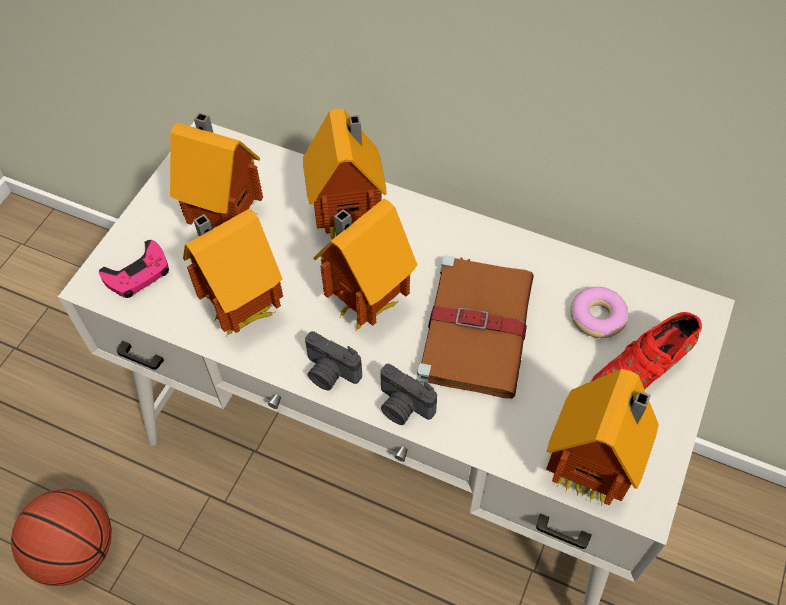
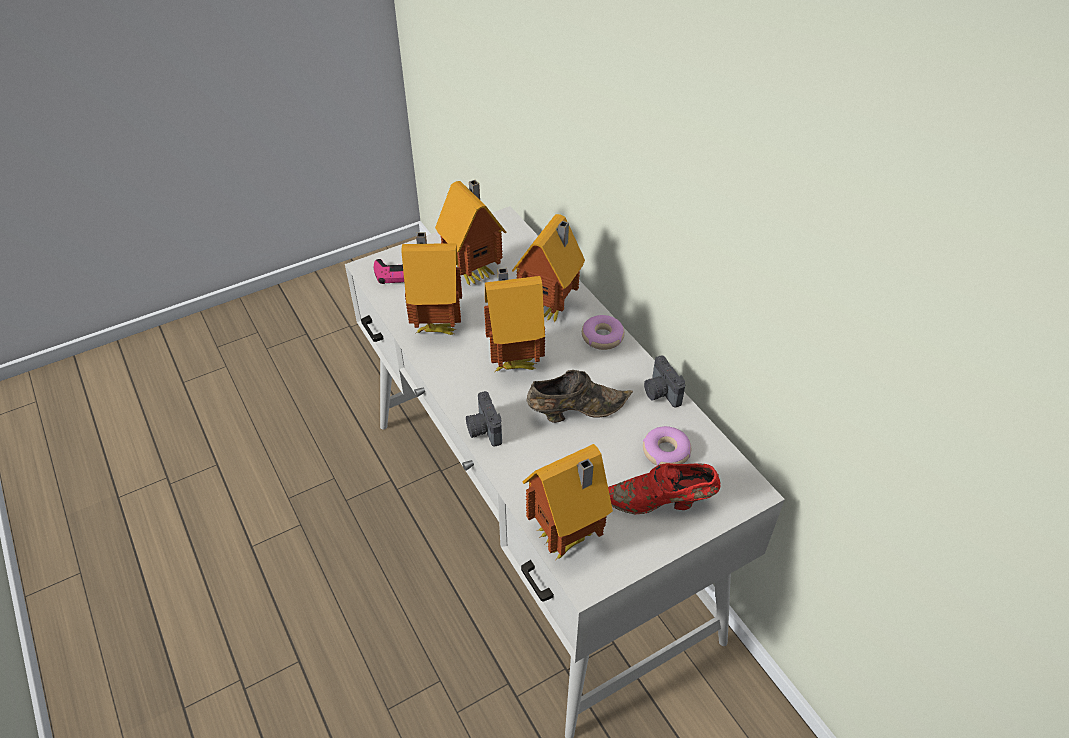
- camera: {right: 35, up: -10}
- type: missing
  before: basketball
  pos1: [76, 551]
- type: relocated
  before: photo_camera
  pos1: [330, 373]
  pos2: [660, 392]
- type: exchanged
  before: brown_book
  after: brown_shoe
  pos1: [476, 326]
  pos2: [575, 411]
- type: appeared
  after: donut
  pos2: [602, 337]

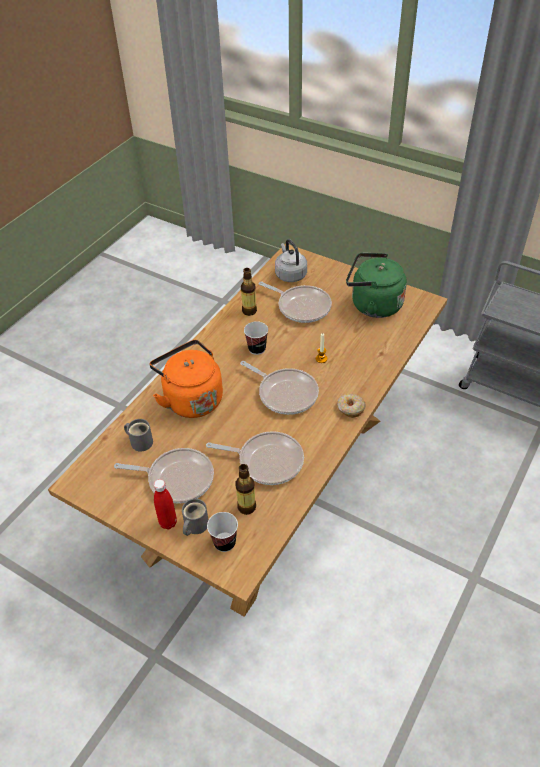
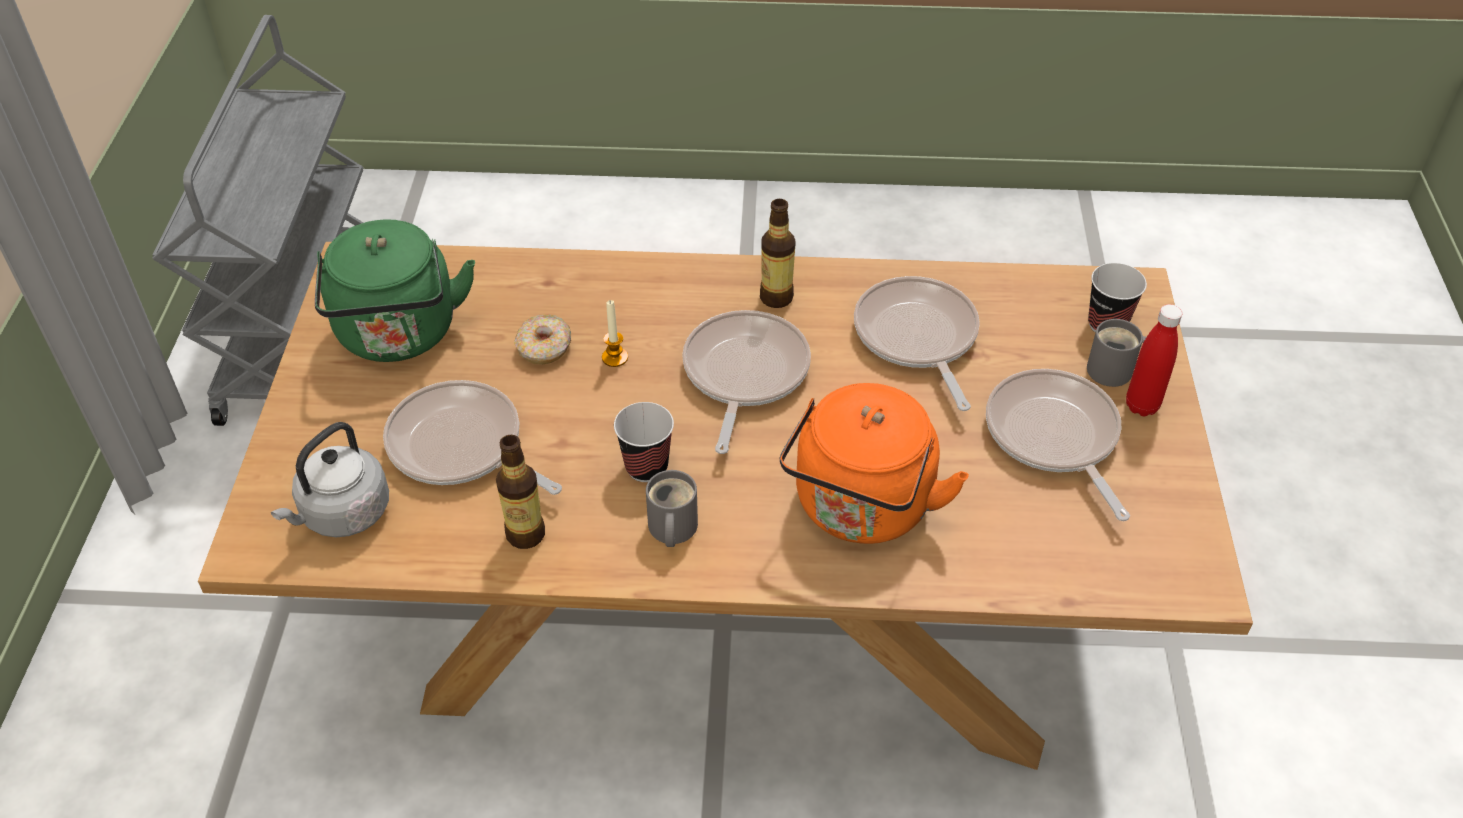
- camera: {right: -120, up: 0}
- type: relocated
  before: grey_mug
  pos1: [140, 441]
  pos2: [670, 529]
- type: relocated
  before: bottle
  pos1: [246, 507]
  pos2: [776, 298]
- type: spun
  before: frying_pan
  pos1: [301, 306]
  pos2: [461, 447]
  turn: -60
- type: relocated
  before: donut
  pos1: [350, 408]
  pos2: [544, 348]

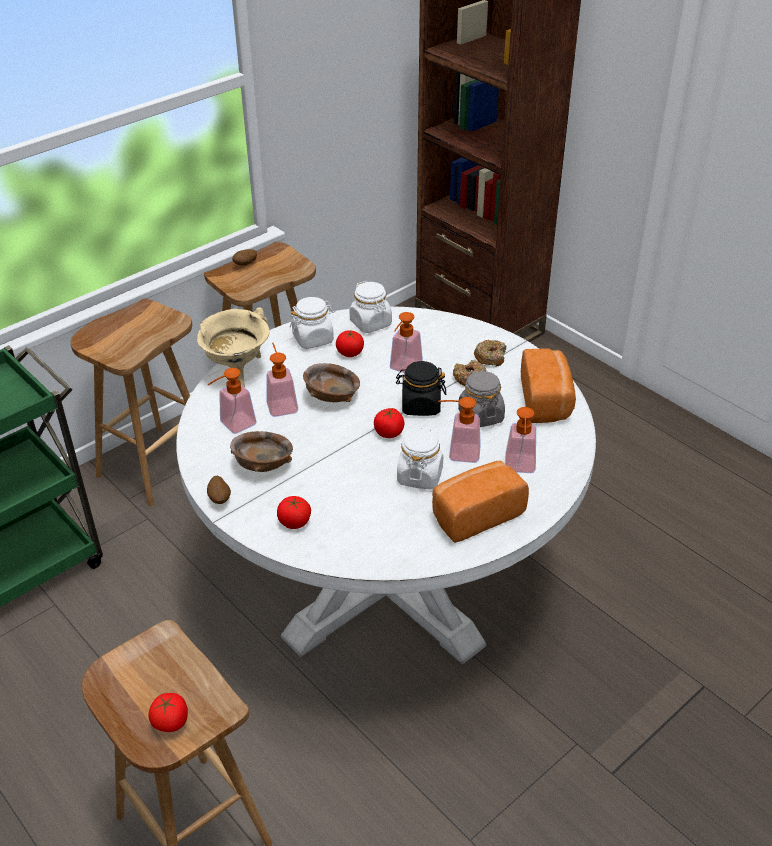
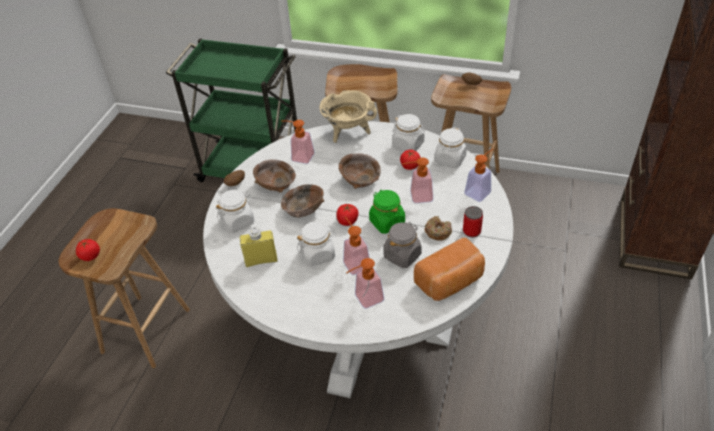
- camera: {right: 60, up: 5}
- type: relocated
  before: soap_dispenser
  pos1: [281, 404]
  pos2: [480, 191]
- type: exchanged
  before: tomato
  after: white_jar
  pos1: [294, 522]
  pos2: [238, 221]
- type: colour
  before: black_jar
  after: green_jar
  pos1: [420, 405]
  pos2: [387, 222]
- type: missing
  before: bread
  pos1: [475, 514]
- type: exchanged
  before: donut
  after: can
  pos1: [490, 357]
  pos2: [471, 231]
- type: appeared
  after: yellow_bottle
  pos2: [261, 260]
- type: appeared
  after: brown_bowl
  pos2: [304, 209]

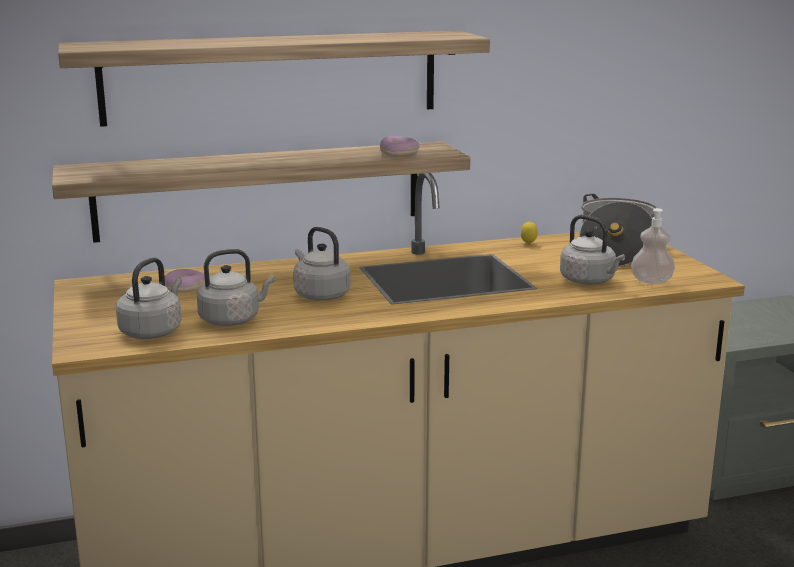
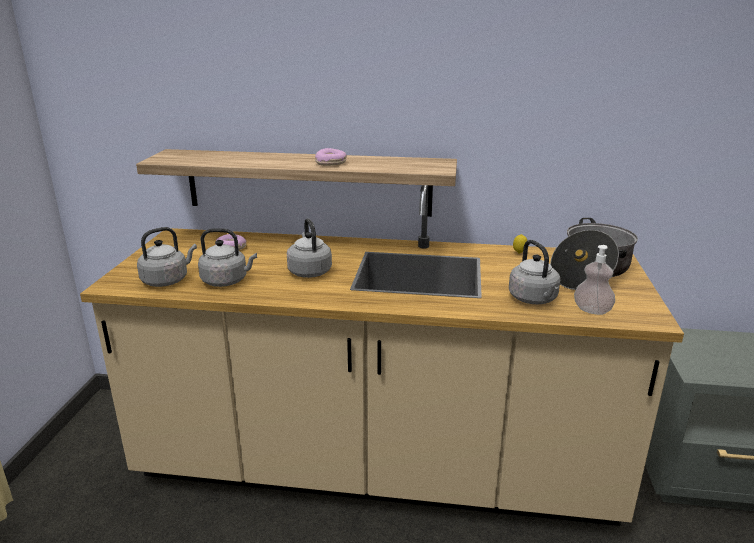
- camera: {right: 25, up: 5}
- type: missing
  before: shelf
  pos1: [272, 77]
- type: relocated
  before: donut
  pos1: [399, 153]
  pos2: [331, 163]

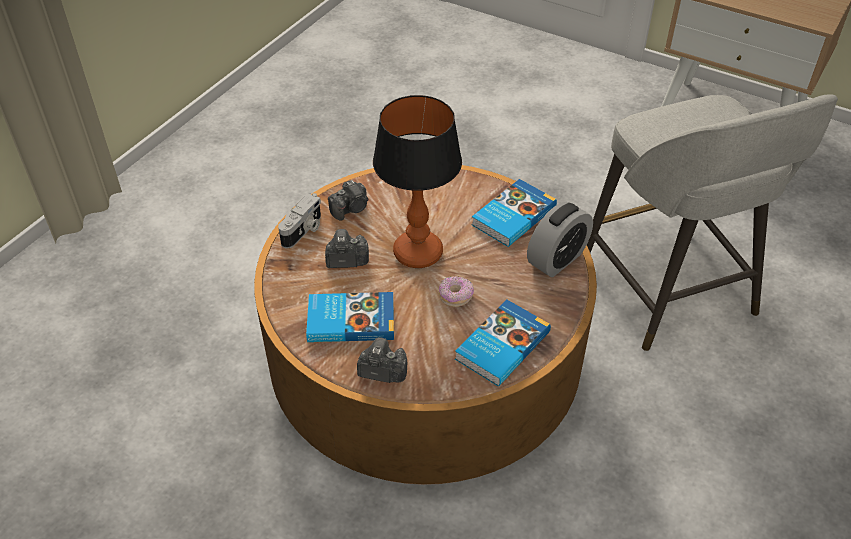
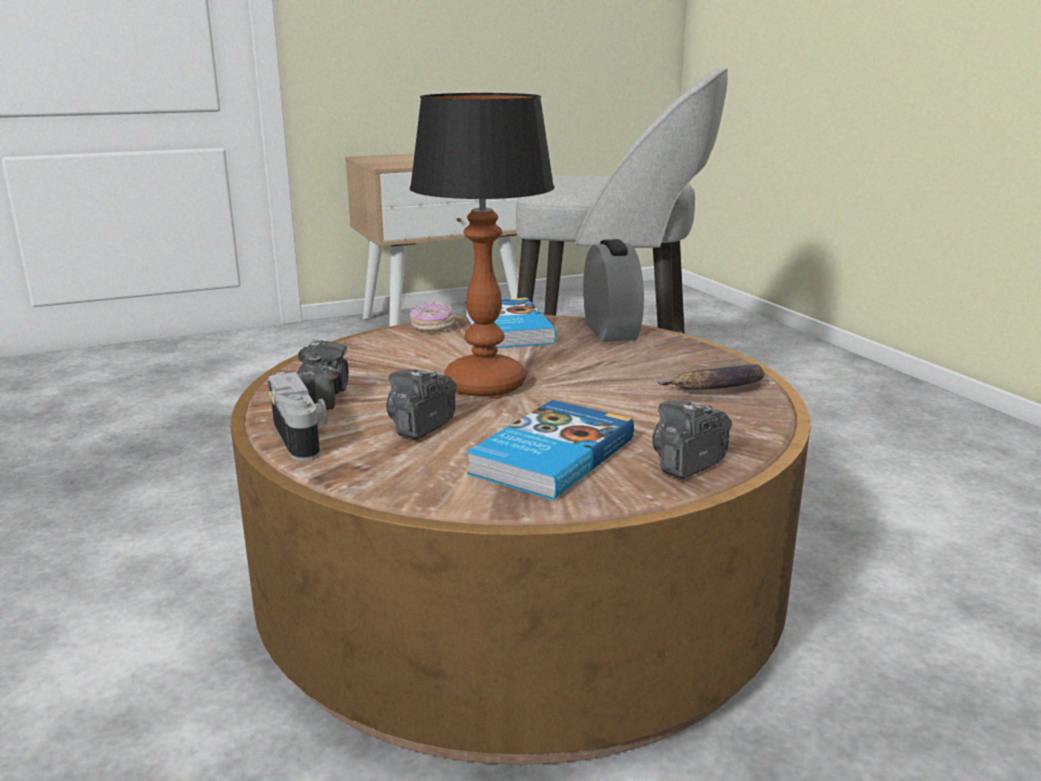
- camera: {right: -55, up: -25}
- type: relocated
  before: donut
  pos1: [455, 297]
  pos2: [432, 327]
- type: exchanged
  before: book
  after: banana
  pos1: [500, 345]
  pos2: [718, 388]

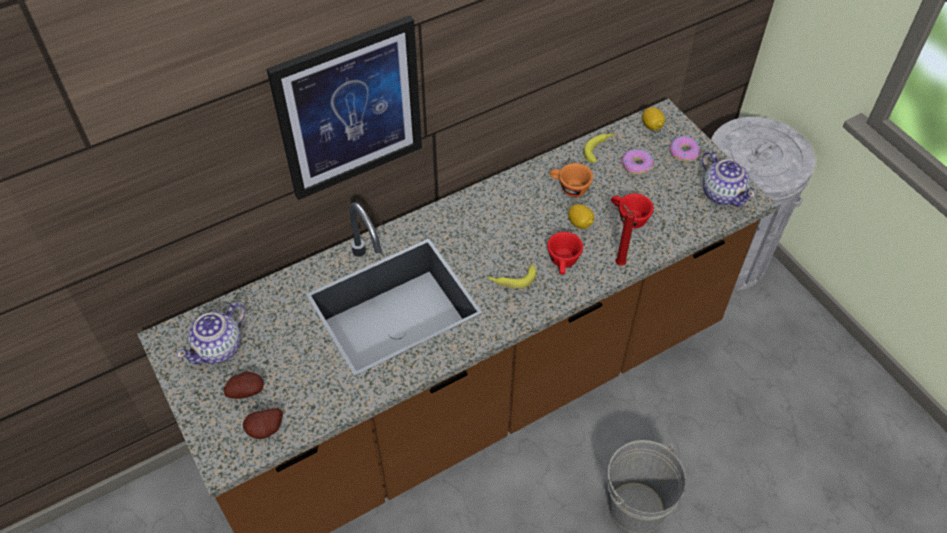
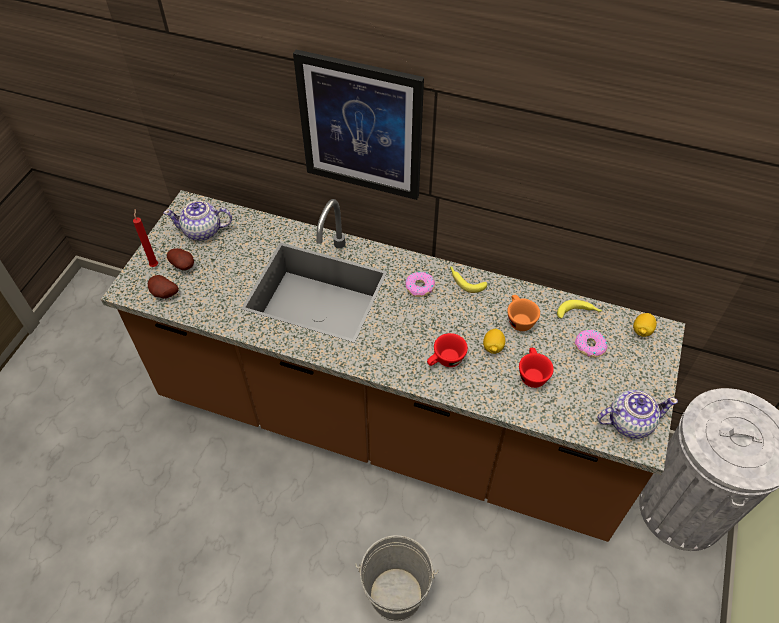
- camera: {right: 50, up: 0}
- type: relocated
  before: banana
  pos1: [511, 279]
  pos2: [465, 281]
- type: relocated
  before: red_candle
  pos1: [618, 263]
  pos2: [154, 264]
- type: relocated
  before: donut
  pos1: [684, 152]
  pos2: [419, 287]
- type: spun
  before: teapot
  pos1: [722, 193]
  pos2: [629, 422]
  turn: -120

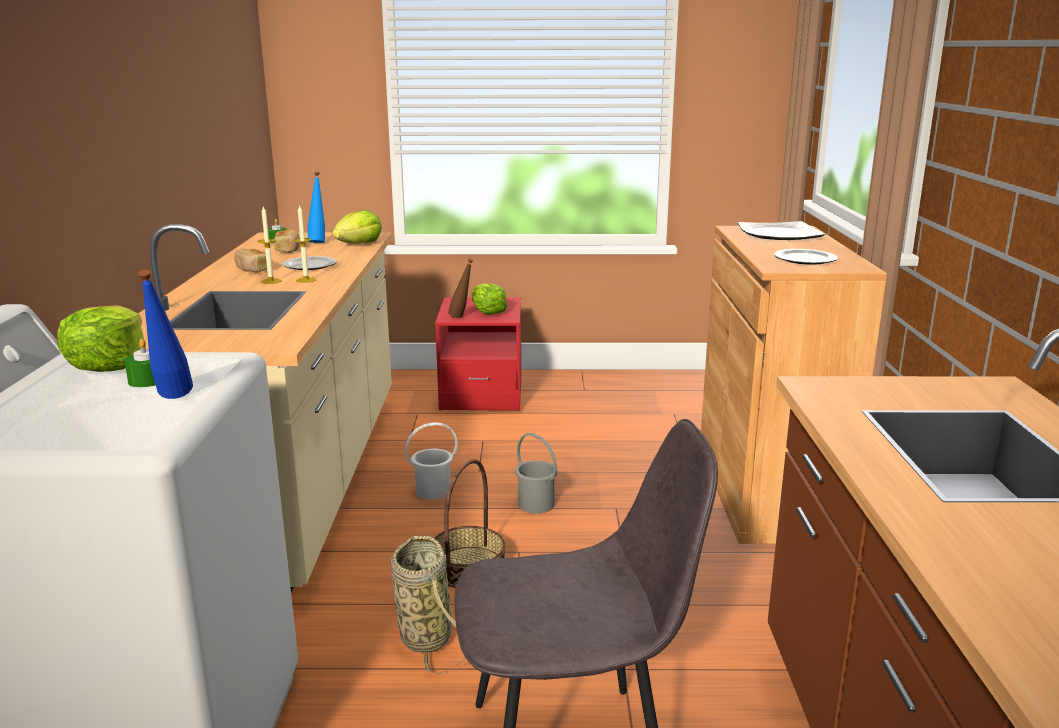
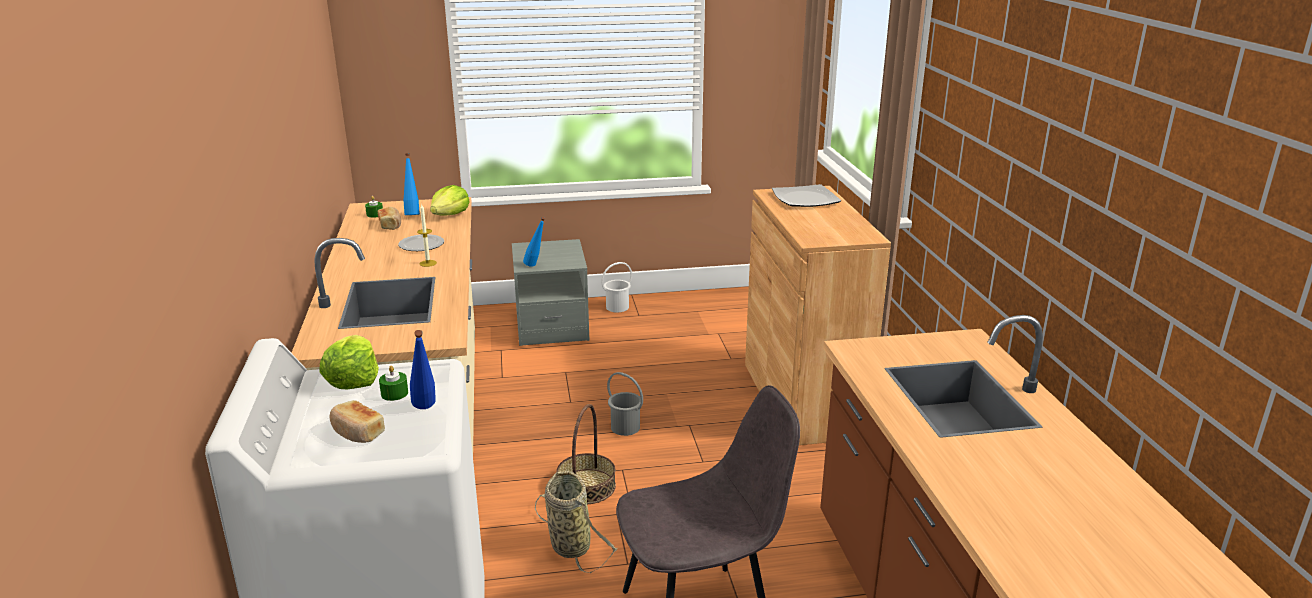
- camera: {right: -10, up: 5}
- type: relocated
  before: bread
  pos1: [252, 269]
  pos2: [357, 432]
- type: missing
  before: candle
  pos1: [271, 281]
- type: relocated
  before: white_bucket
  pos1: [433, 491]
  pos2: [617, 307]
- type: colour
  before: red_nightstand
  after: grey_nightstand
  pos1: [482, 395]
  pos2: [552, 327]
- type: colour
  before: brown_bottle
  after: blue_bottle
  pos1: [462, 318]
  pos2: [536, 266]
- type: missing
  before: lettuce
  pos1: [487, 311]
- type: missing
  before: plate
  pos1: [804, 259]

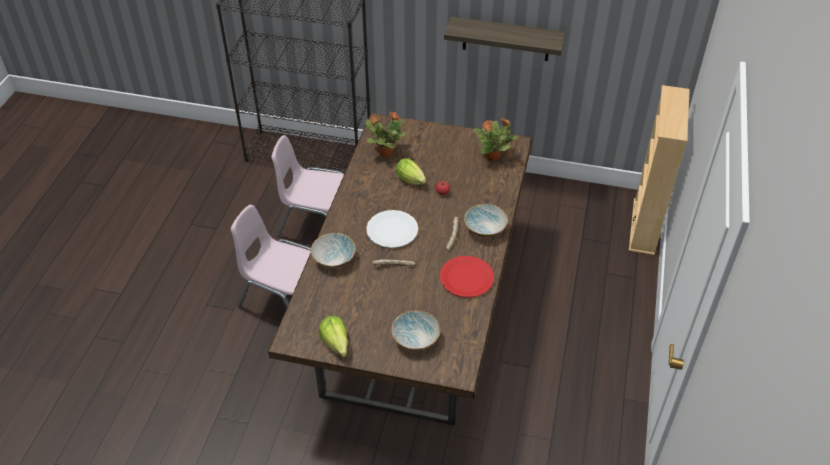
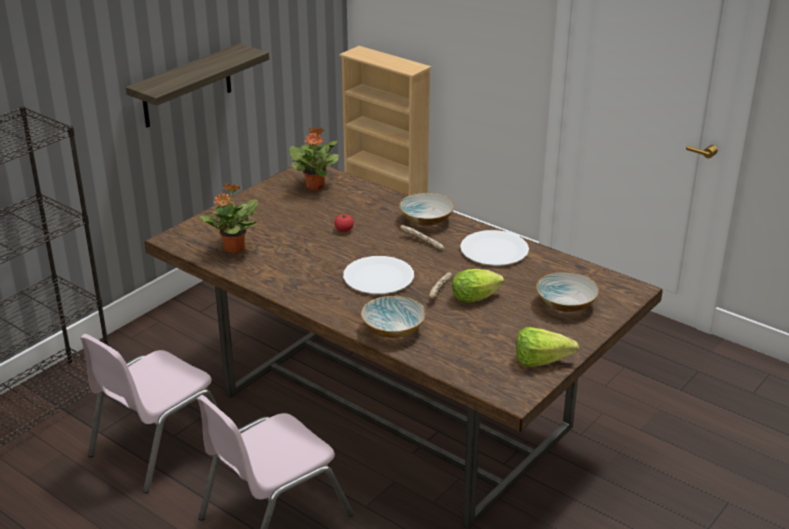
- camera: {right: -65, up: -15}
- type: relocated
  before: lettuce
  pos1: [412, 181]
  pos2: [477, 297]
- type: colour
  before: red_plate
  after: white_plate
  pos1: [467, 278]
  pos2: [494, 250]

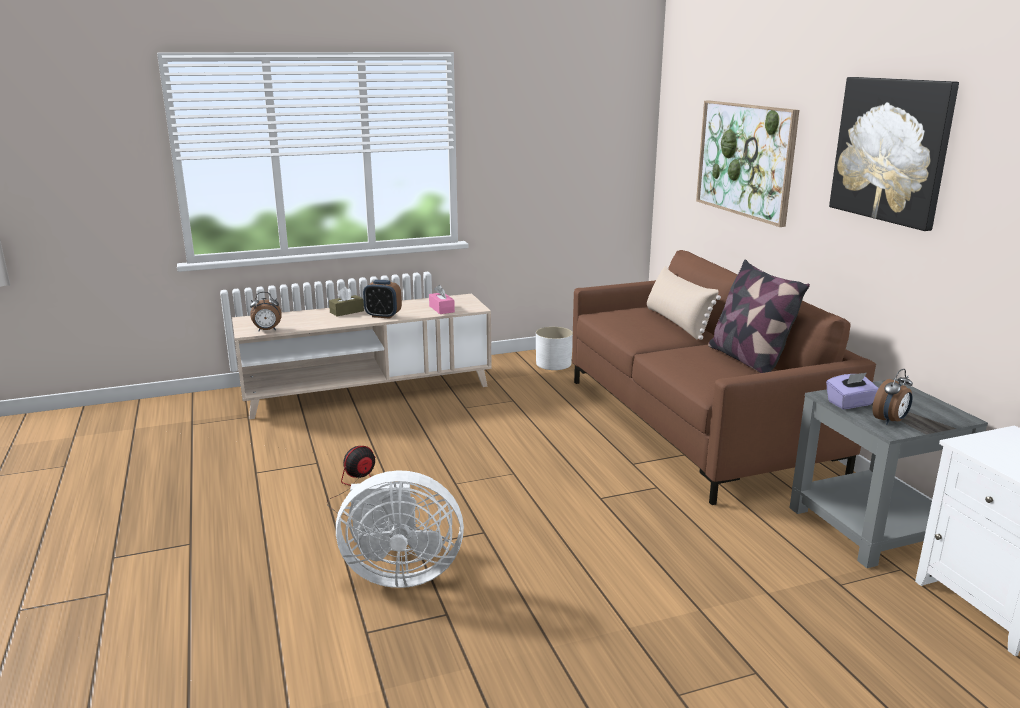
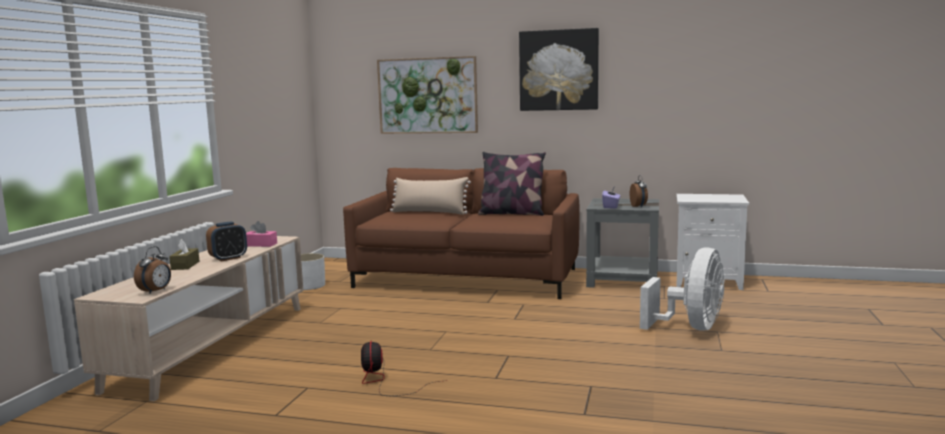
- camera: {right: -55, up: -10}
- type: relocated
  before: white_fan
  pos1: [399, 573]
  pos2: [691, 327]

